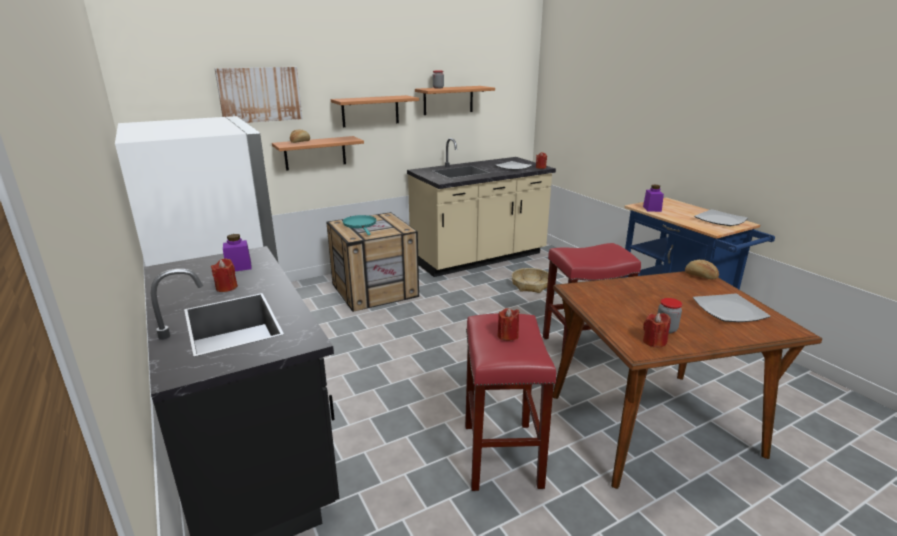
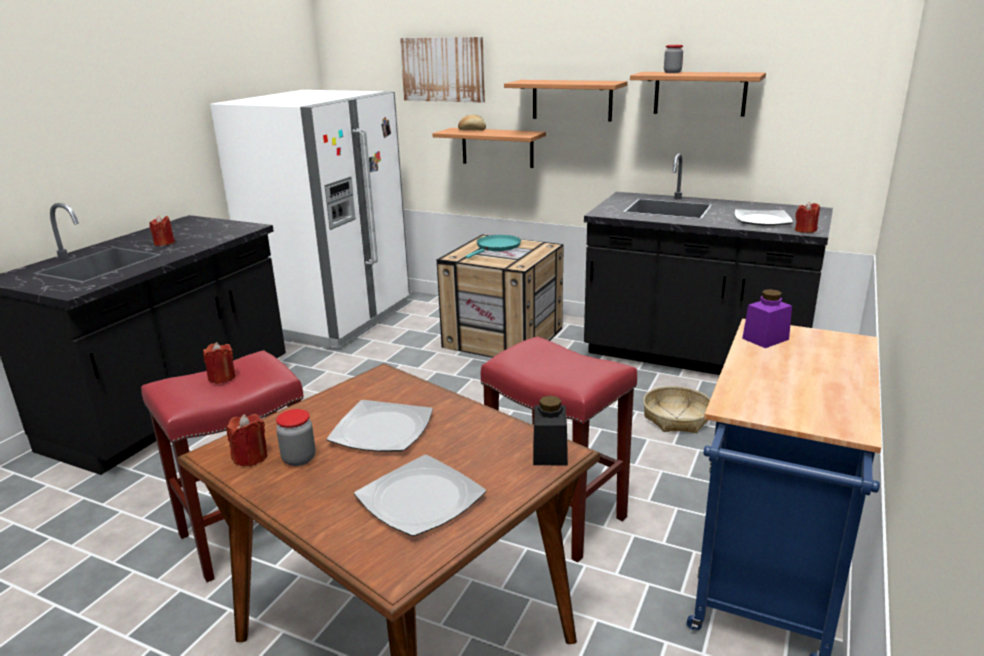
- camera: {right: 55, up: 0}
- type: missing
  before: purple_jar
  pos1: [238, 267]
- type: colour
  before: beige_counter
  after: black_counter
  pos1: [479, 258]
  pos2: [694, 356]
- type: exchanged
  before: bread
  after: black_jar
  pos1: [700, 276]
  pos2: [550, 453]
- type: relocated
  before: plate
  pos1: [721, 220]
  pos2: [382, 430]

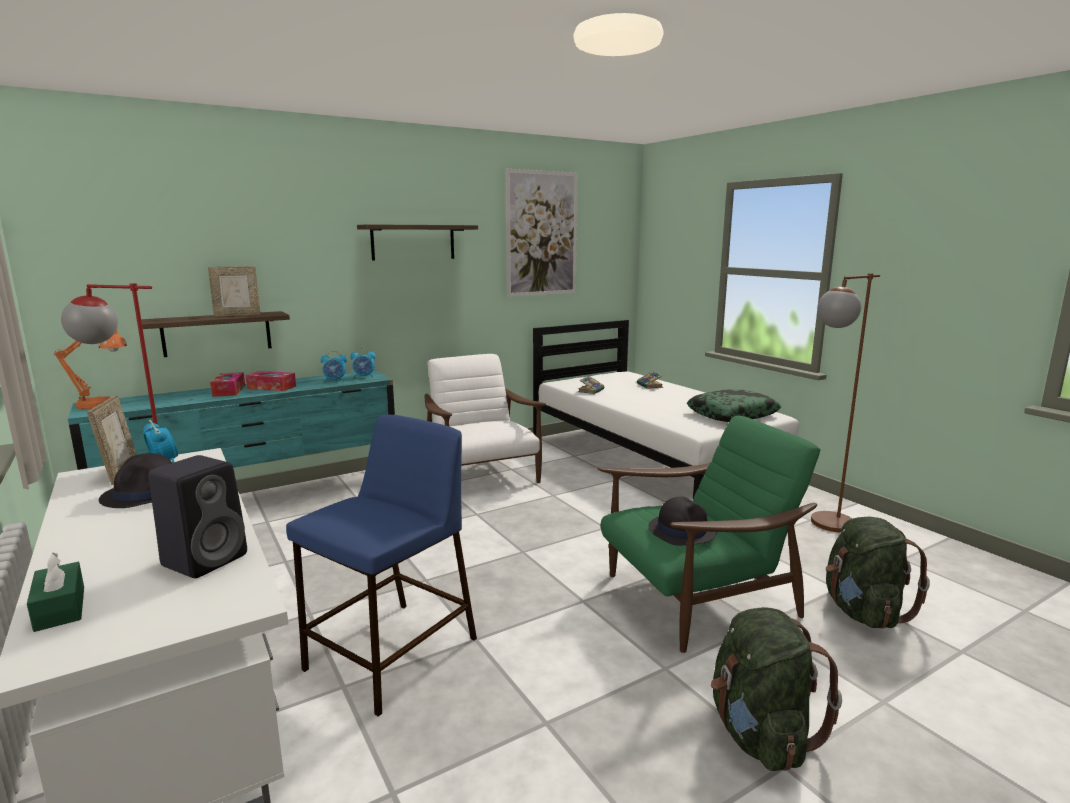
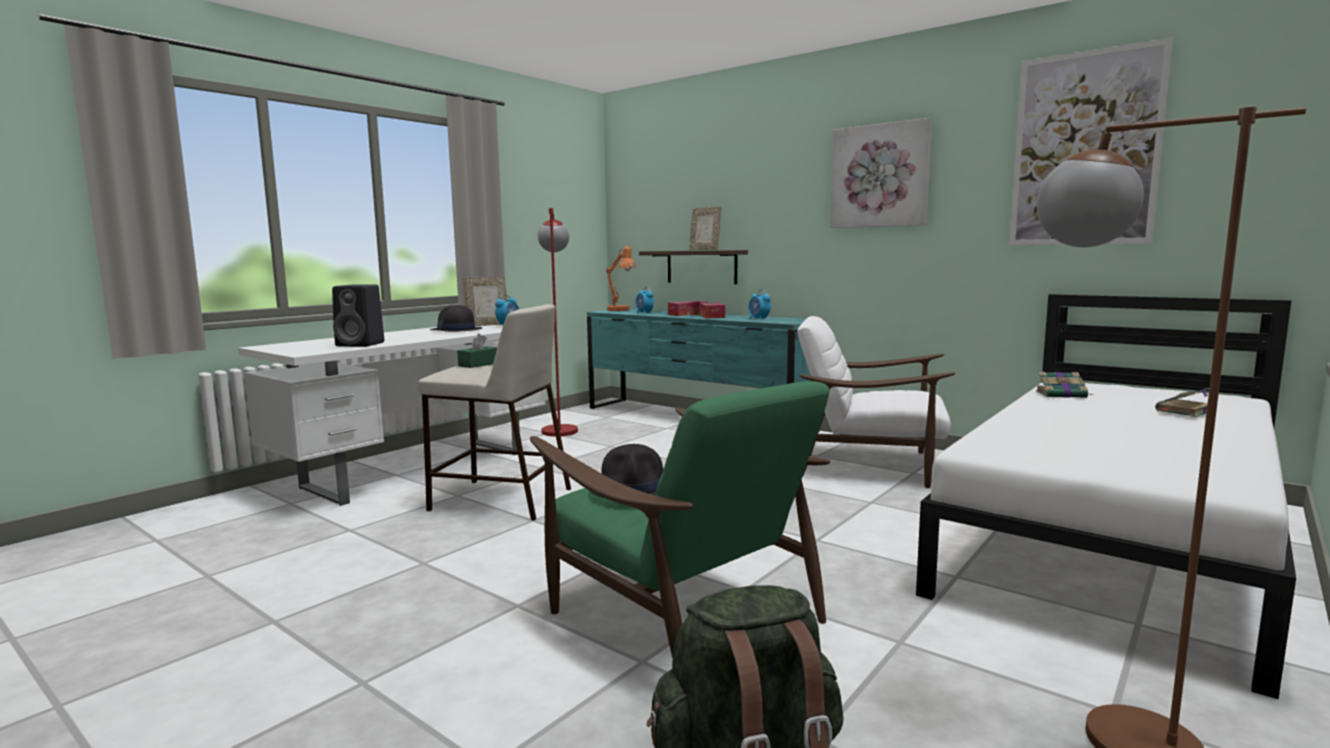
- camera: {right: 70, up: -5}
- type: relocated
  before: green_tissue_box
  pos1: [60, 608]
  pos2: [479, 364]
- type: colour
  before: blue_stool
  after: beige_stool
  pos1: [391, 655]
  pos2: [499, 499]
- type: relocated
  before: alarm_clock
  pos1: [364, 377]
  pos2: [644, 313]
- type: exchanged
  before: shelf
  after: picture
  pos1: [413, 242]
  pos2: [880, 176]
- type: spun
  before: white_armchair
  pos1: [482, 475]
  pos2: [870, 465]
  turn: -120
- type: missing
  before: pillow
  pos1: [732, 414]
- type: missing
  before: green_backpack
  pos1: [760, 735]

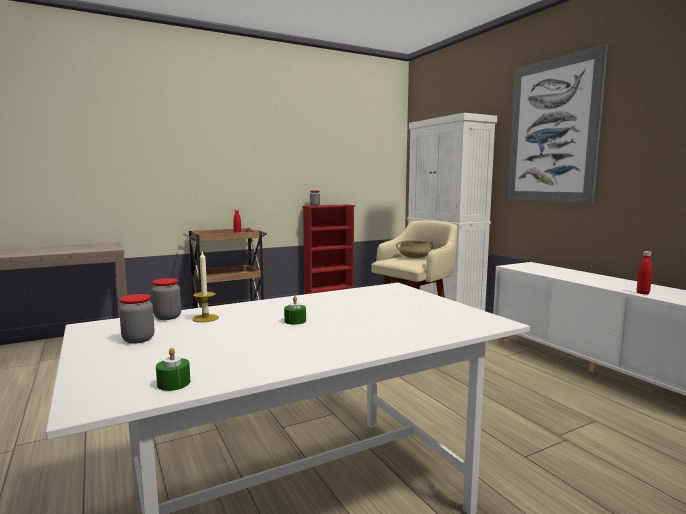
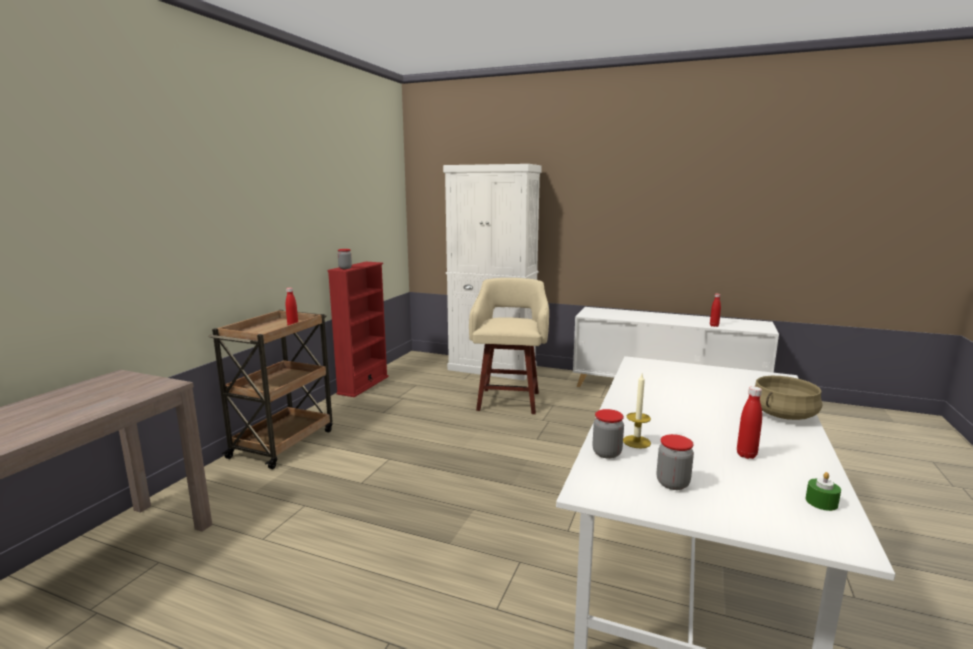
- camera: {right: -40, up: 5}
- type: missing
  before: green_candle
  pos1: [295, 321]
- type: relocated
  before: beige_cooking_pot
  pos1: [414, 257]
  pos2: [782, 414]
- type: missing
  before: picture
  pos1: [552, 131]
- type: appeared
  after: red_bottle
  pos2: [746, 455]

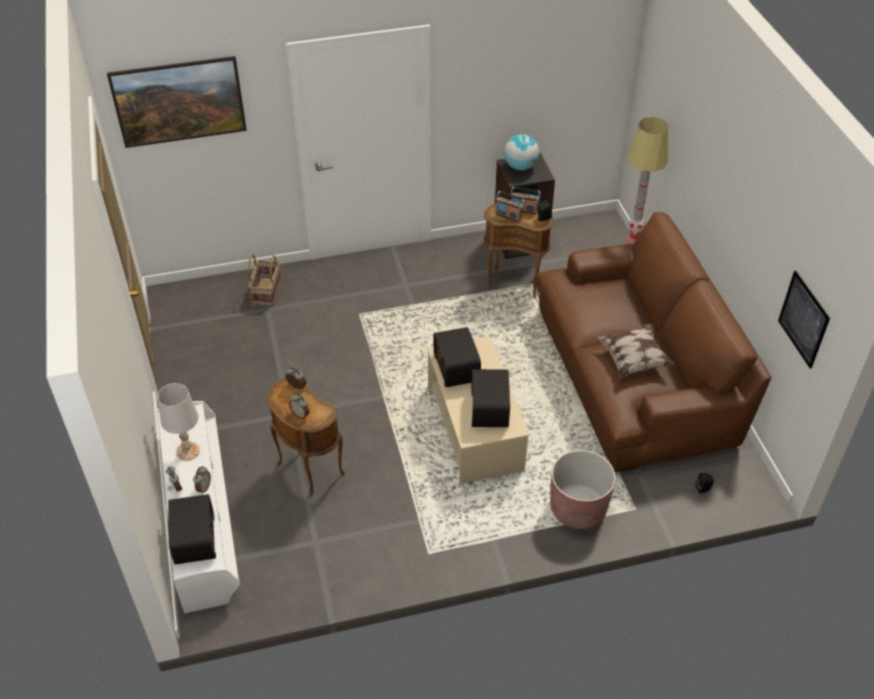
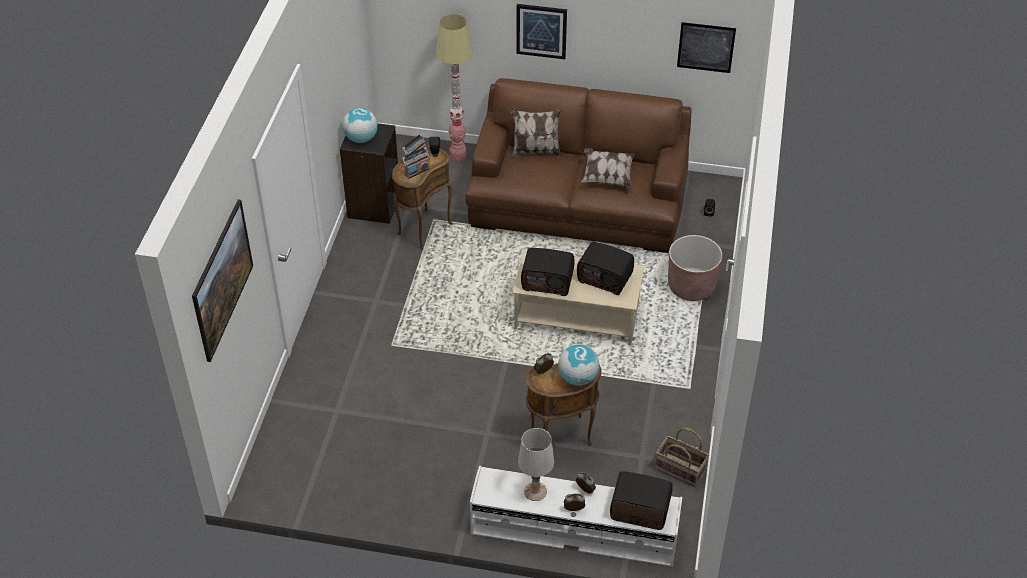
- camera: {right: -65, up: 0}
- type: relocated
  before: basket
  pos1: [266, 291]
  pos2: [679, 470]
- type: exchanged
  before: alarm_clock
  after: globe
  pos1: [300, 414]
  pos2: [578, 378]
- type: appeared
  after: pillow
  pos2: [535, 150]
- type: appeared
  after: picture
  pos2: [541, 31]

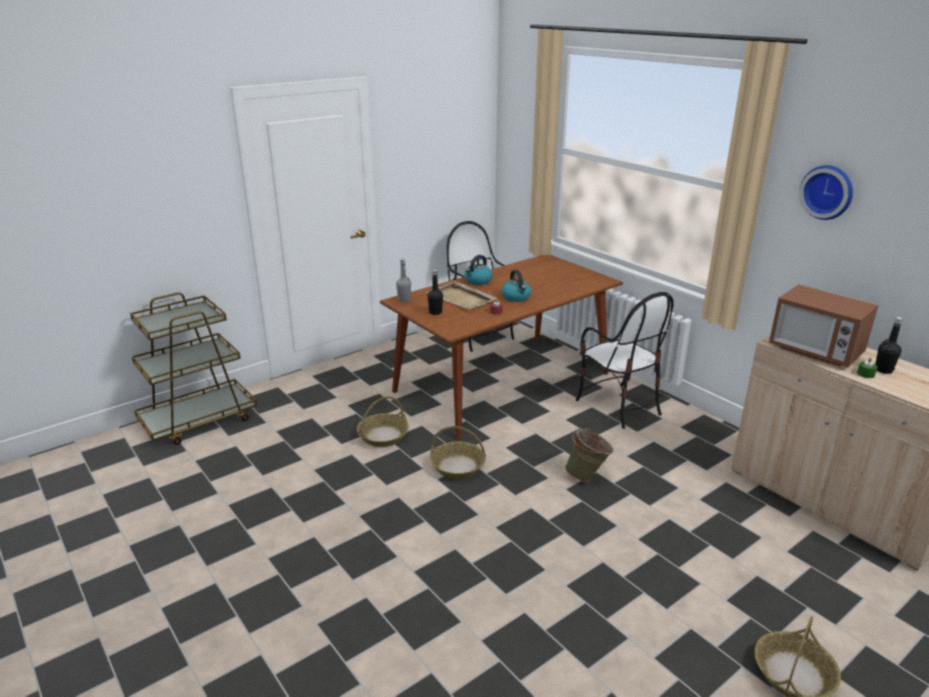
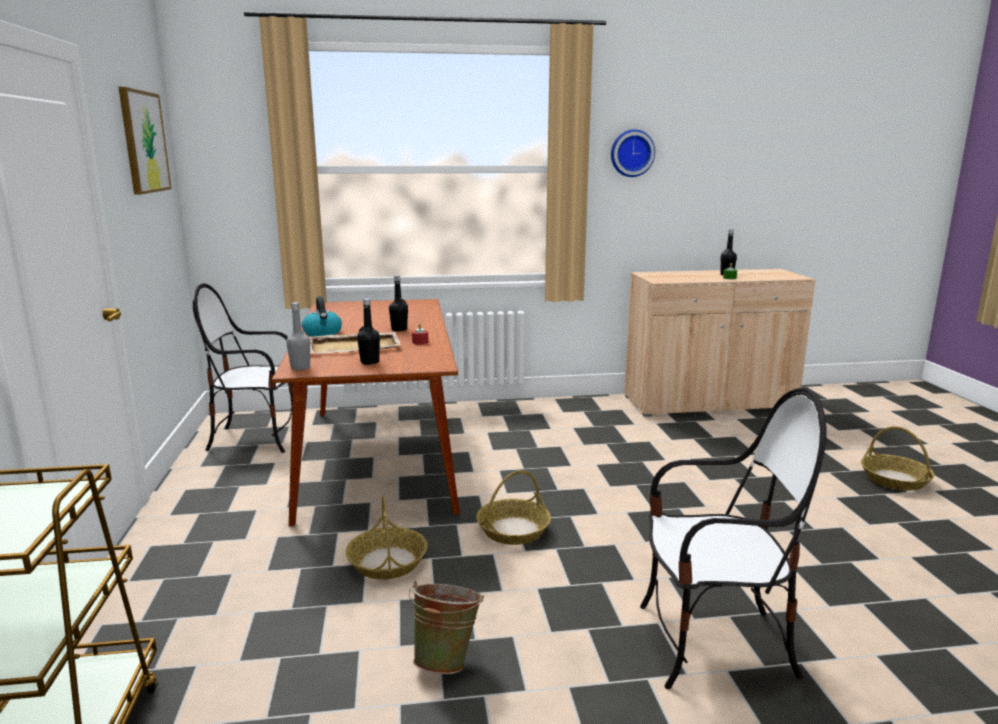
- camera: {right: -60, up: -10}
- type: exchanged
  before: kettle
  after: black_bottle
  pos1: [516, 297]
  pos2: [399, 330]
- type: relocated
  before: green_bucket
  pos1: [587, 476]
  pos2: [447, 659]
- type: relocated
  before: chair
  pos1: [618, 406]
  pos2: [714, 645]
- type: missing
  before: microwave
  pos1: [815, 351]
- type: appeared
  after: picture
  pos2: [143, 142]

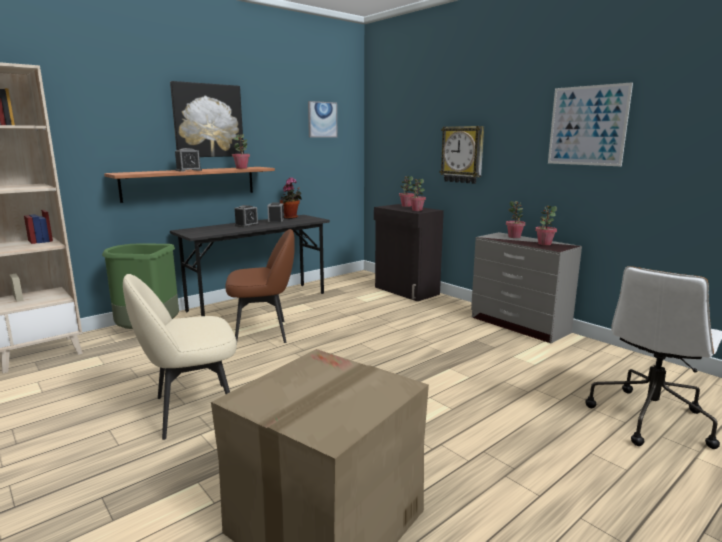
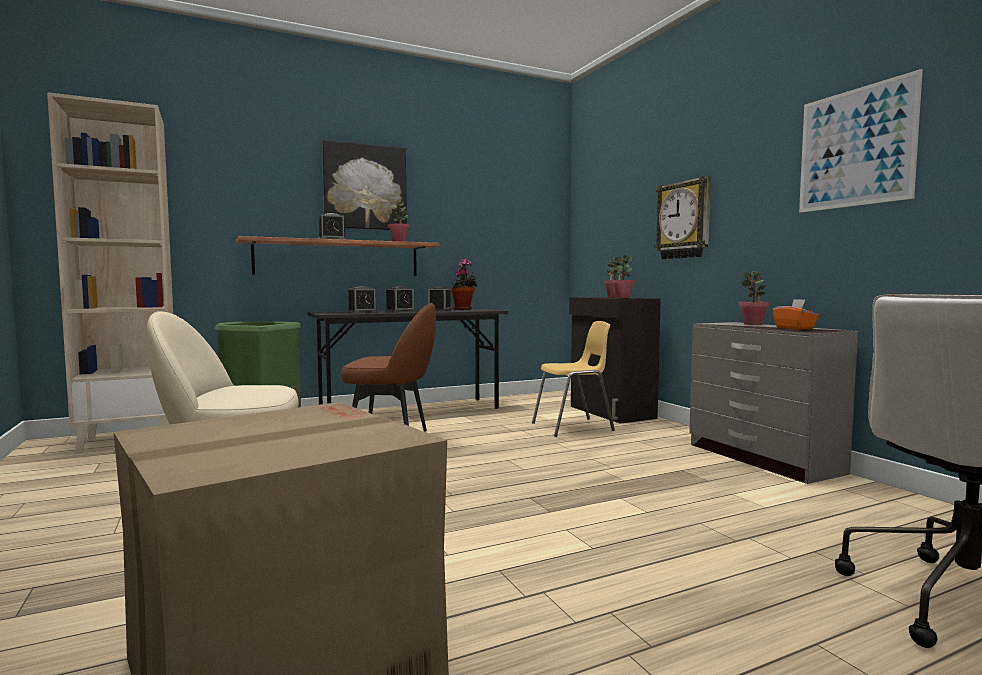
- camera: {right: 15, up: -10}
- type: missing
  before: picture
  pos1: [322, 119]
- type: exchanged
  before: potted_plant
  after: orange_tissue_box
  pos1: [544, 244]
  pos2: [794, 328]
- type: appeared
  after: alarm_clock
  pos2: [362, 312]
- type: appeared
  after: yellow_chair
  pos2: [573, 427]

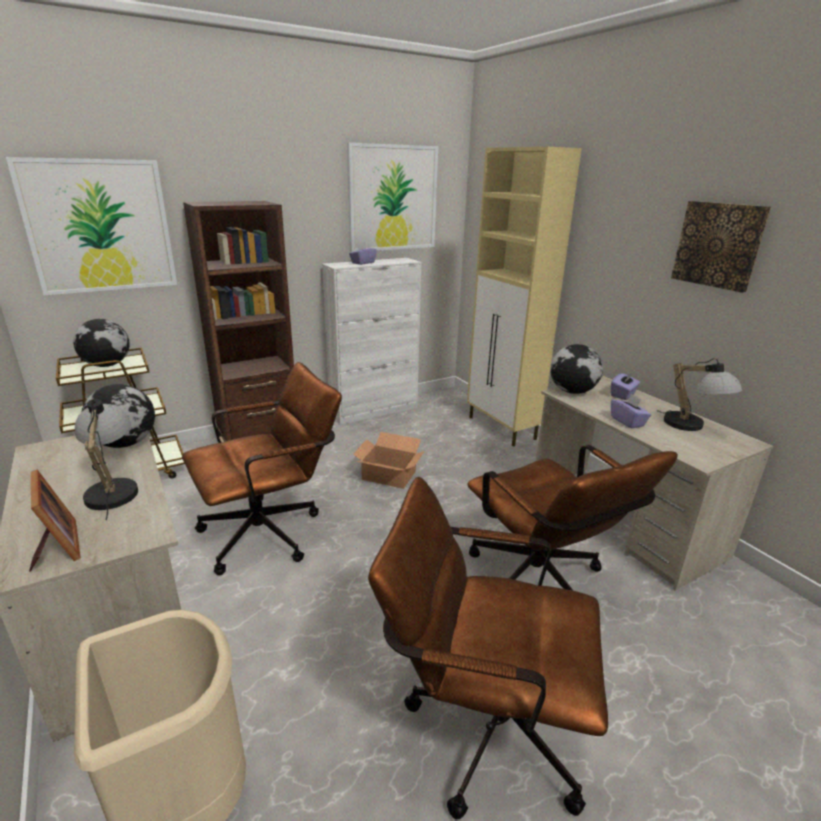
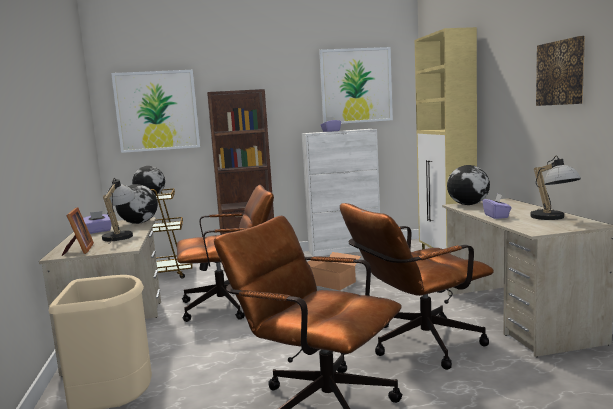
- camera: {right: 20, up: -15}
- type: spun
  before: brown_office_chair
  pos1: [542, 585]
  pos2: [416, 345]
  turn: 75
- type: relocated
  before: purple_tissue_box
  pos1: [623, 395]
  pos2: [98, 231]

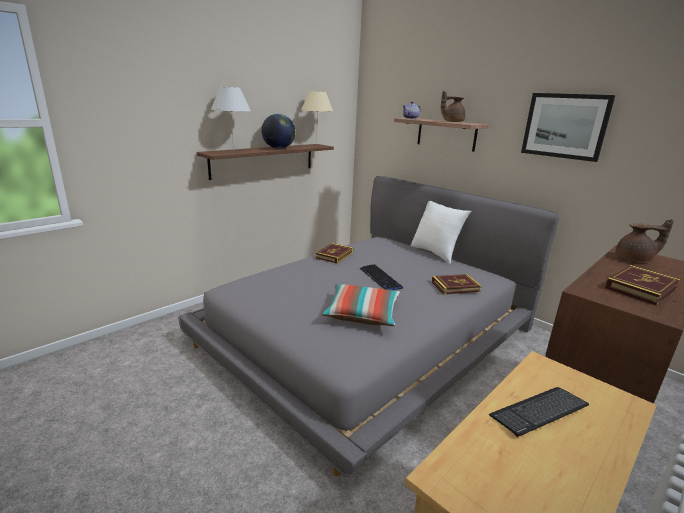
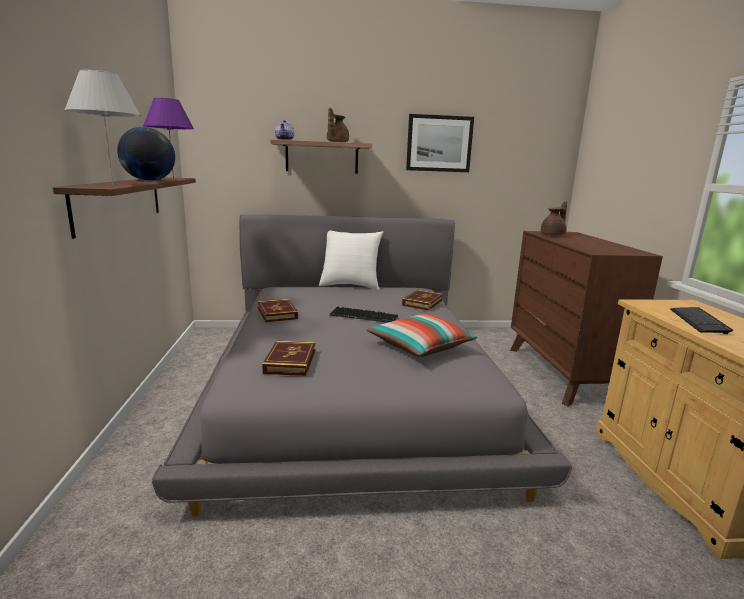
- camera: {right: -50, up: -5}
- type: colour
  before: beige_table_lamp
  after: purple_table_lamp
  pos1: [316, 145]
  pos2: [173, 178]
- type: relocated
  before: book
  pos1: [640, 288]
  pos2: [290, 361]

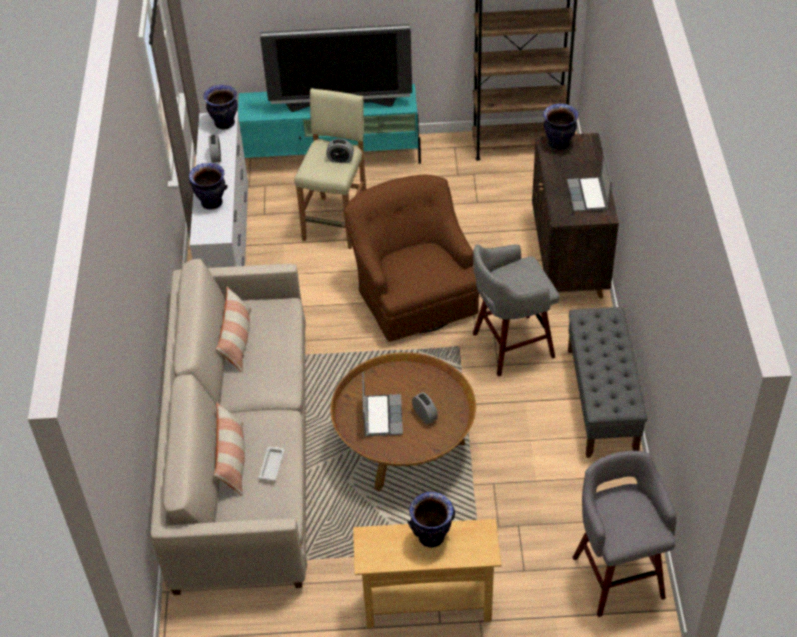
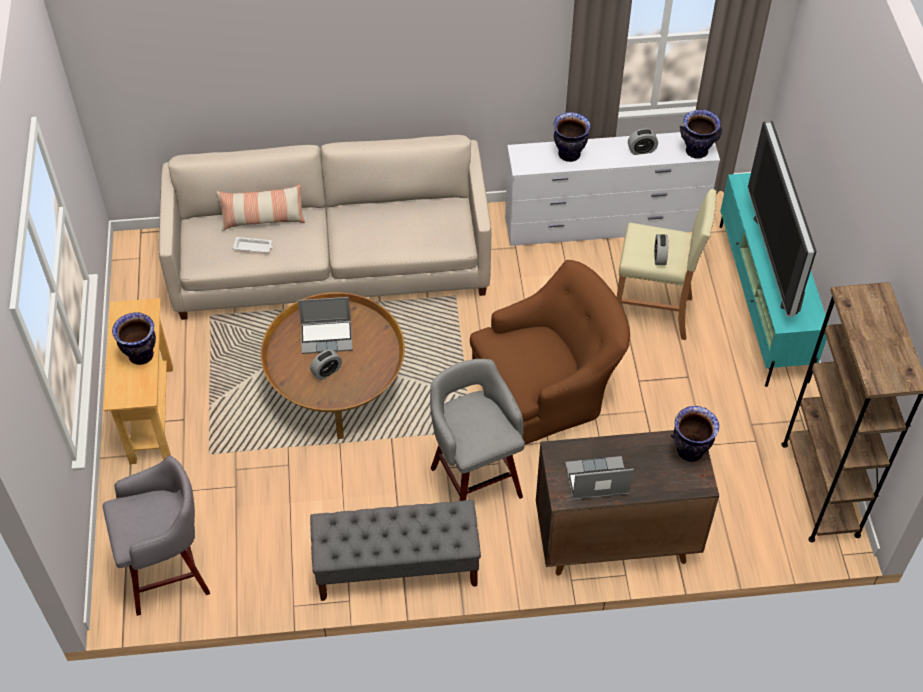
- camera: {right: 85, up: 5}
- type: missing
  before: pillow
  pos1: [237, 340]

